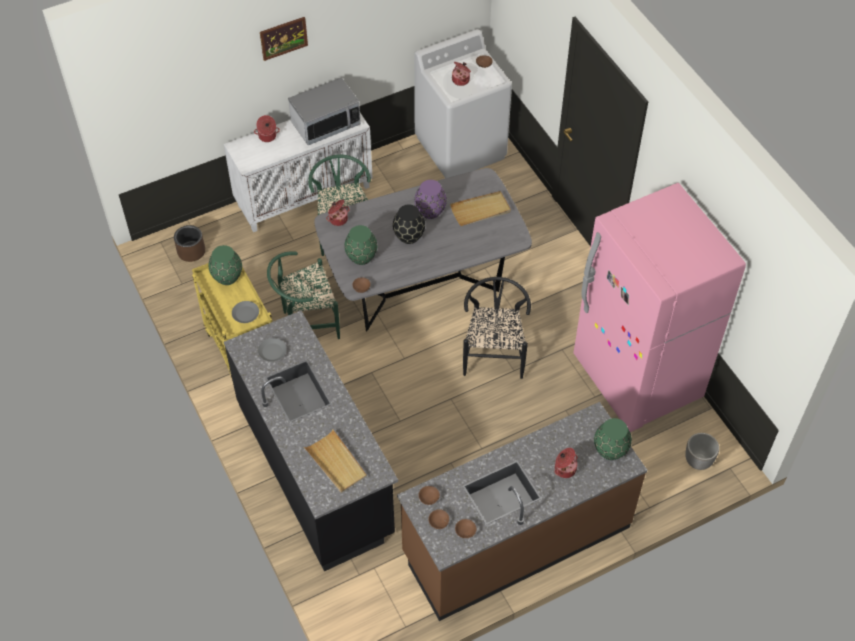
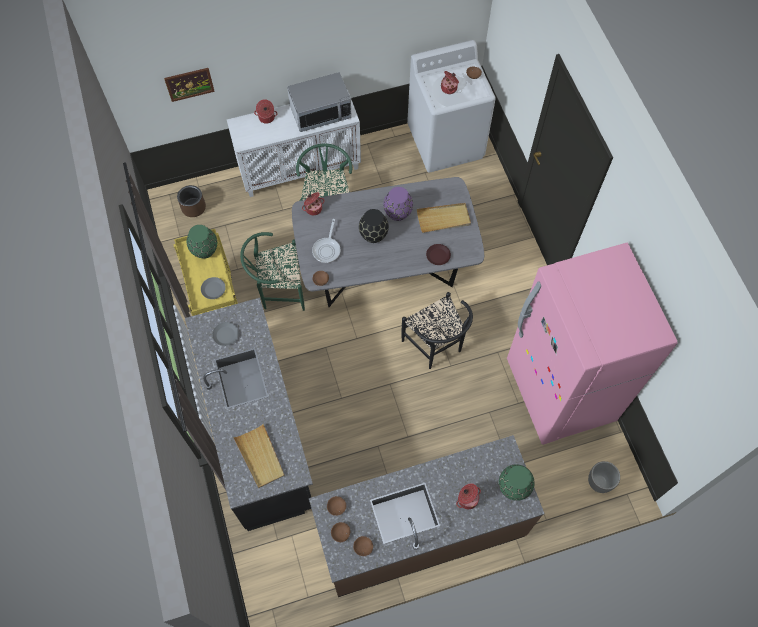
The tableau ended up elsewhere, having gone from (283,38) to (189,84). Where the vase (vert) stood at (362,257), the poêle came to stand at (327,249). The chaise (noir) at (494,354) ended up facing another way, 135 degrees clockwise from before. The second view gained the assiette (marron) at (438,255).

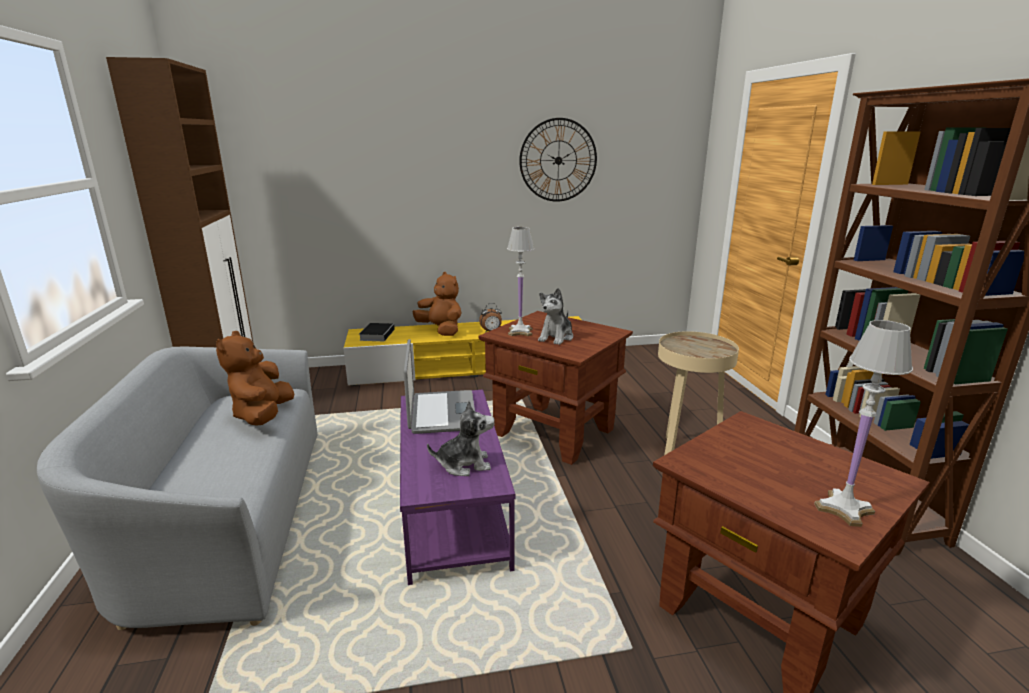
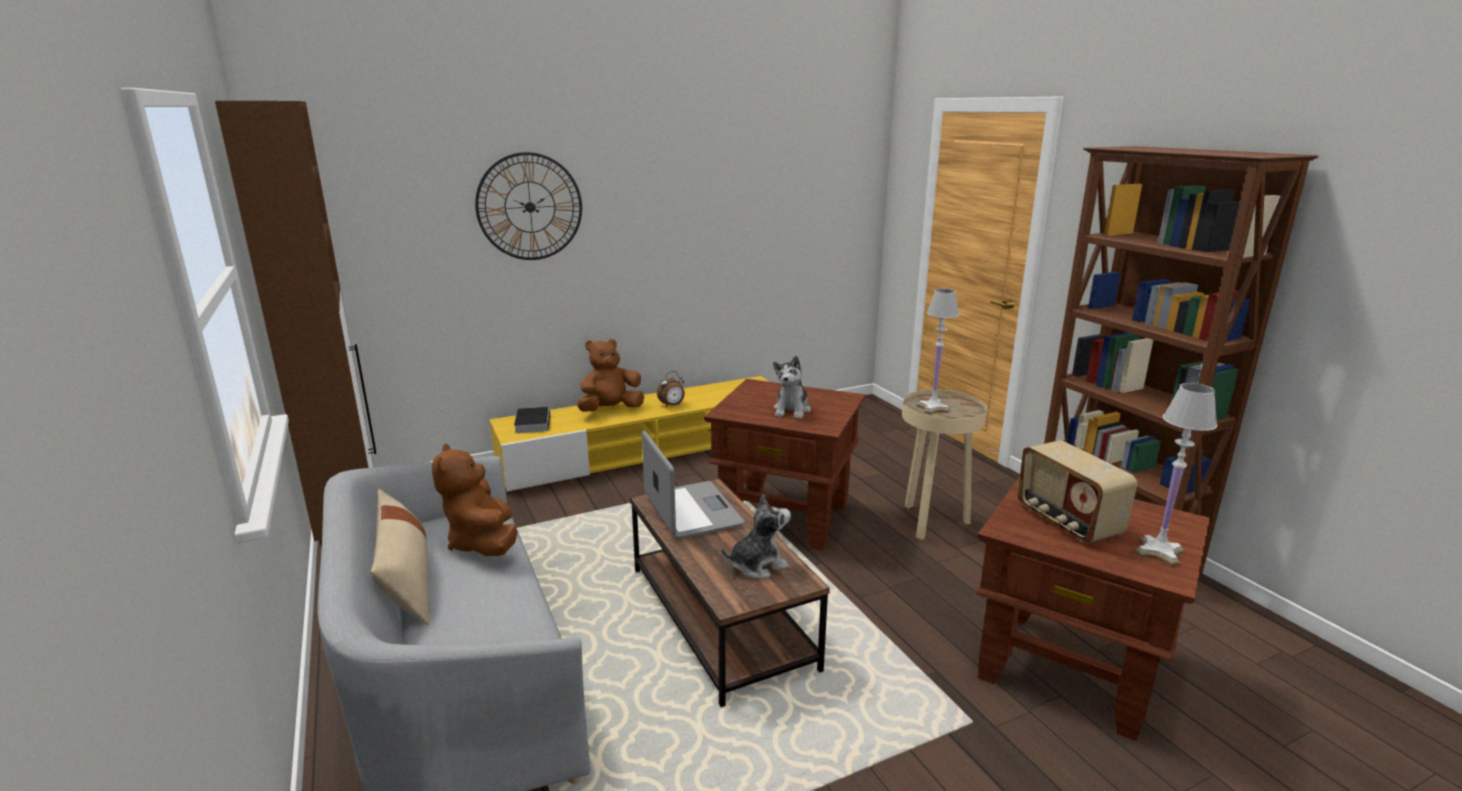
What was the table basse (violet) at (451,507) turned into the table basse (marron) at (718,617). The peluche (marron) at (441,330) ended up facing another way, 60 degrees counterclockwise from before. The lampe de table (blanc) ended up elsewhere, having gone from (519,332) to (932,408). The horloge murale ended up elsewhere, having gone from (558,160) to (530,207). The second view gained the coussin (beige) at (407,581). The second view gained the radio at (1066,522).

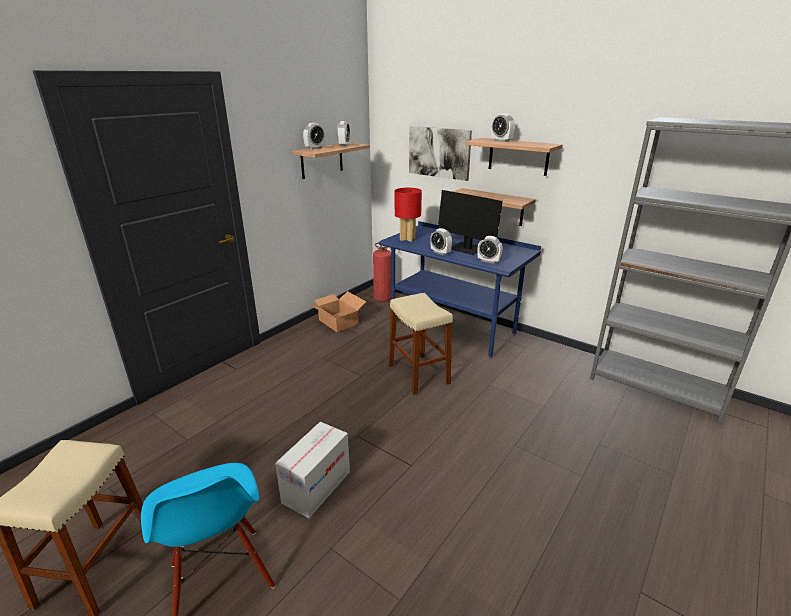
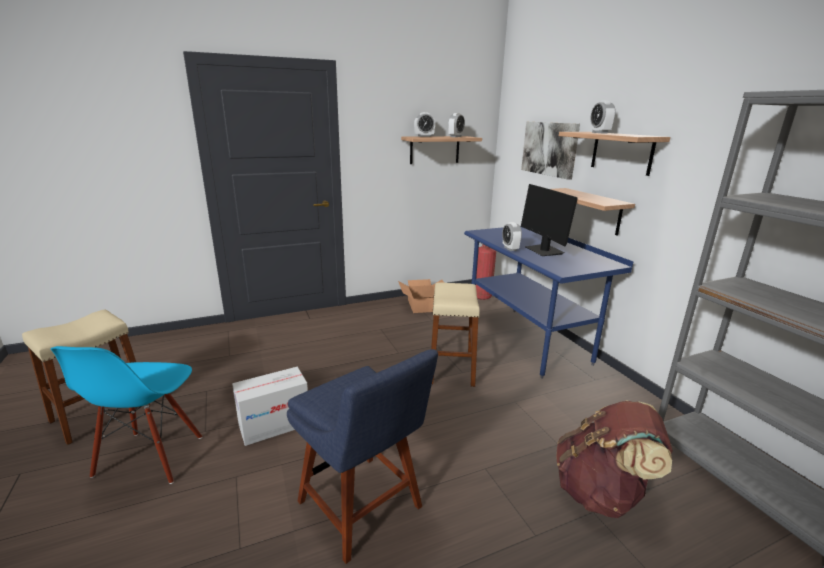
The second view lost the lampe de table (rouge) at (407,239). The second view lost the réveil at (488,261). The second view gained the chaise (bleu) at (363,508). The second view gained the sac à dos (marron) at (601,492).

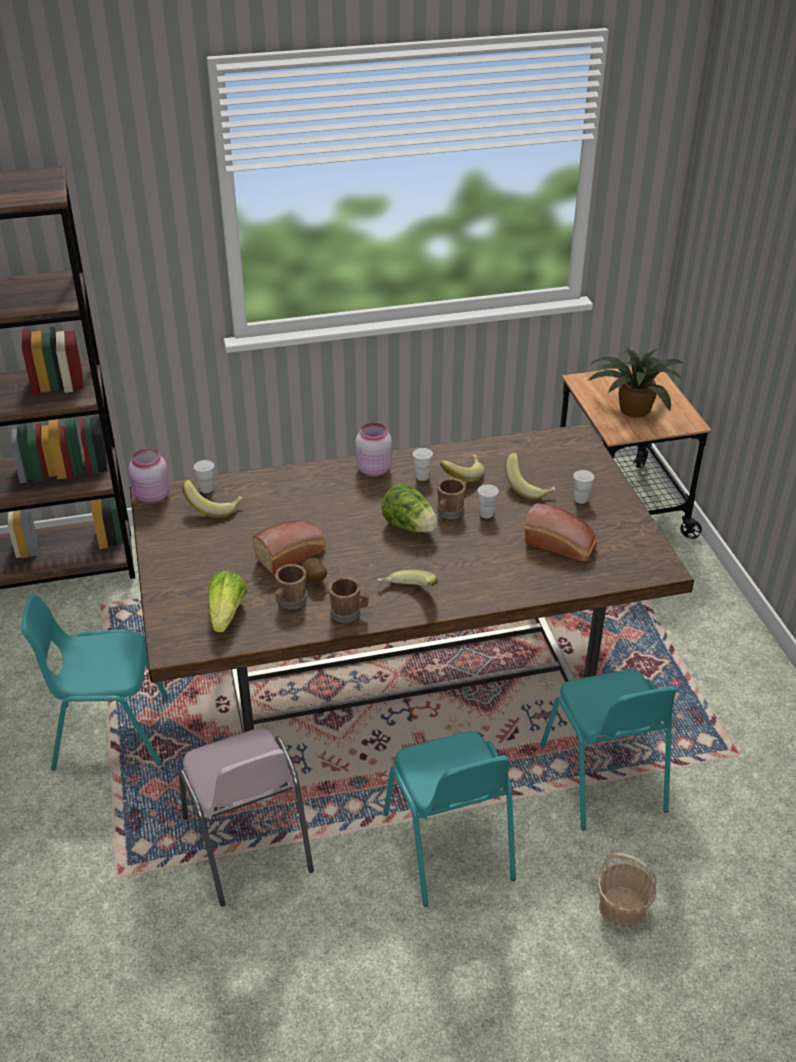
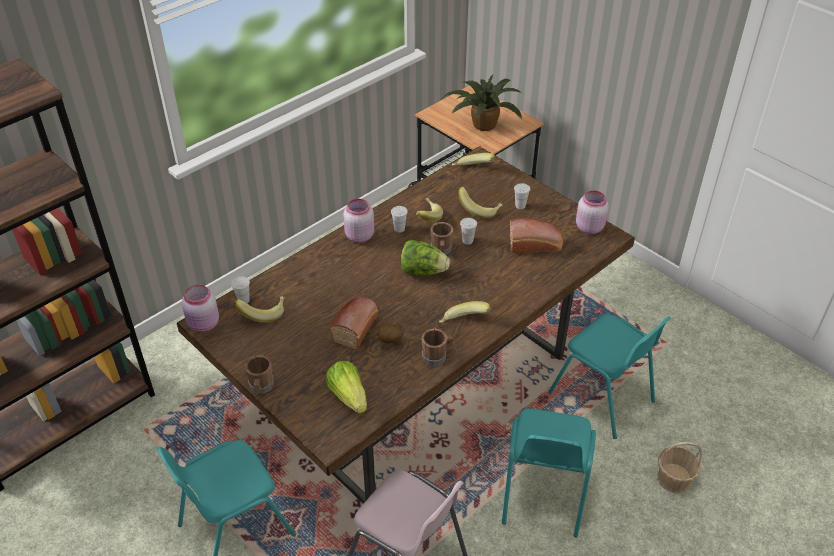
The mug (marron) ended up elsewhere, having gone from (290,602) to (261,386). The chaise (turquoise) at (449,848) ended up facing another way, 60 degrees clockwise from before. The second view gained the banane at (472,170). The second view gained the bocal (rose) at (589,227).

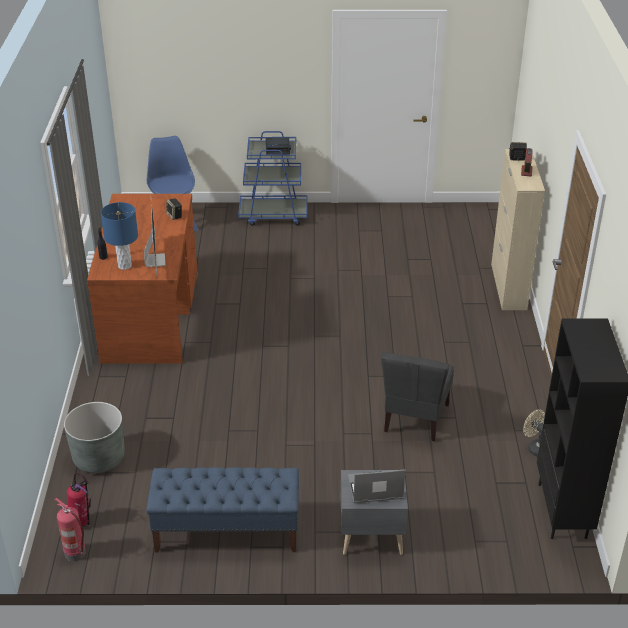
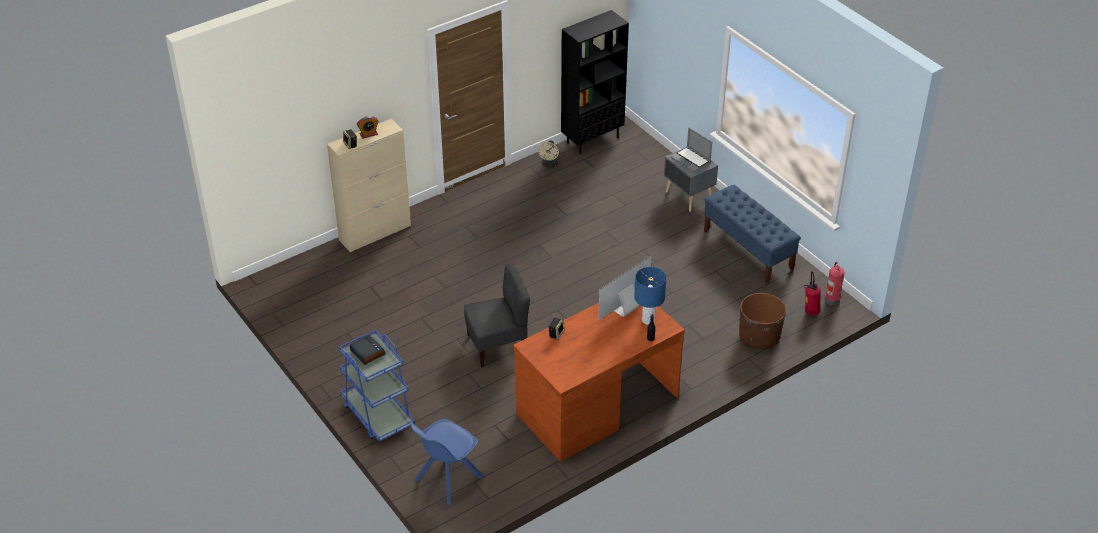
What was the cache-pot (gris) at (99,458) turned into the cache-pot (marron) at (759,337). The chaise (gris) ended up elsewhere, having gone from (415,418) to (497,345).

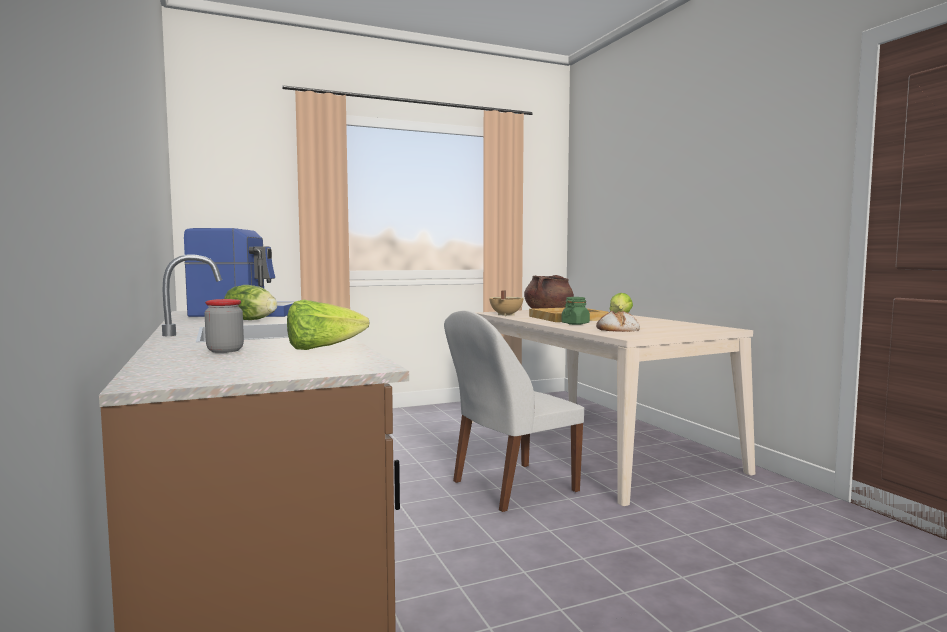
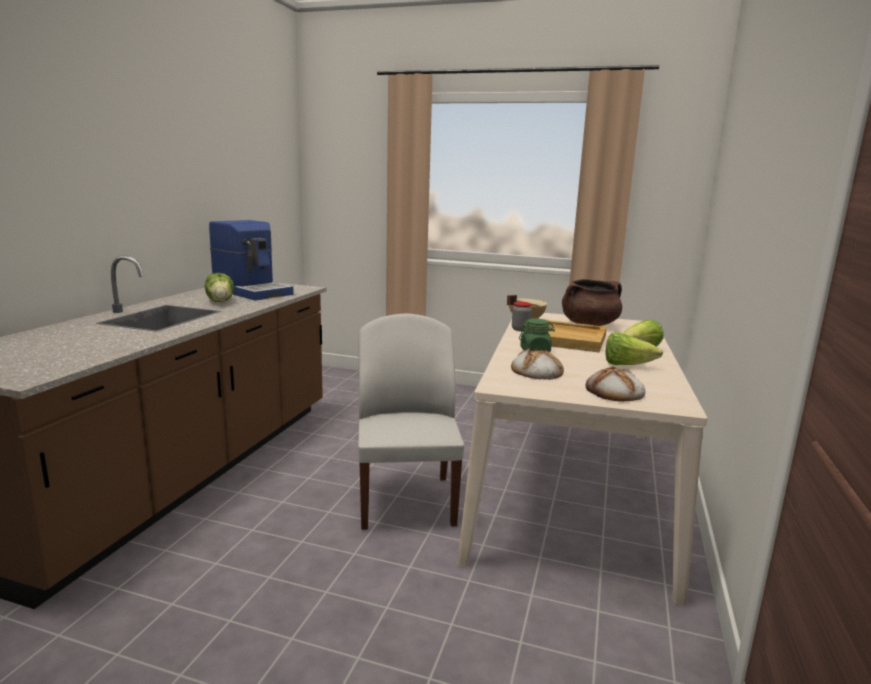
The bocal ended up elsewhere, having gone from (225,350) to (520,329). The laitue ended up elsewhere, having gone from (322,348) to (626,365). The chaise (blanc) at (511,487) ended up facing another way, 75 degrees clockwise from before. The second view gained the pain at (614,392).

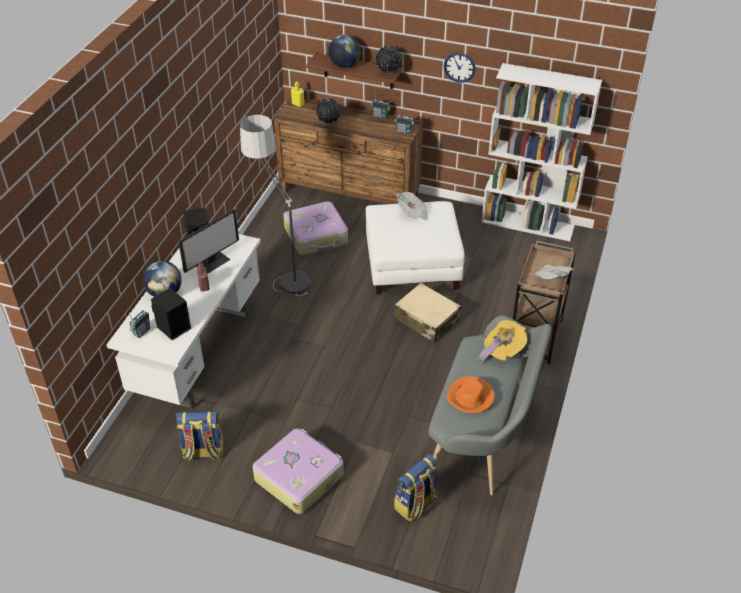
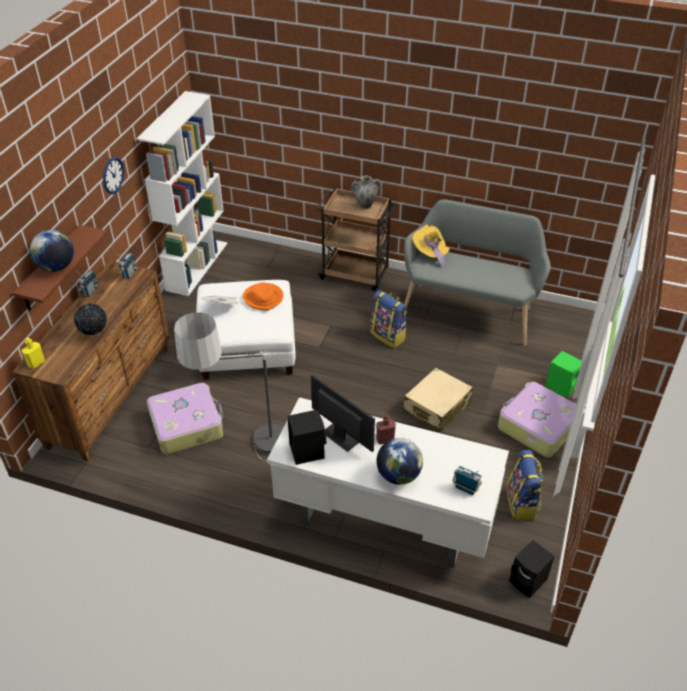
The enceinte (noir) ended up elsewhere, having gone from (172,328) to (528,581). The second view lost the globe at (388,74). The valise (beige) ended up elsewhere, having gone from (426,319) to (436,407). The sac à dos ended up elsewhere, having gone from (416,504) to (388,336). The chapeau (orange) ended up elsewhere, having gone from (470,397) to (263,298). Where the journal stood at (551,279), the vase came to stand at (365,206). The second view gained the enceinte (vert) at (561,386).

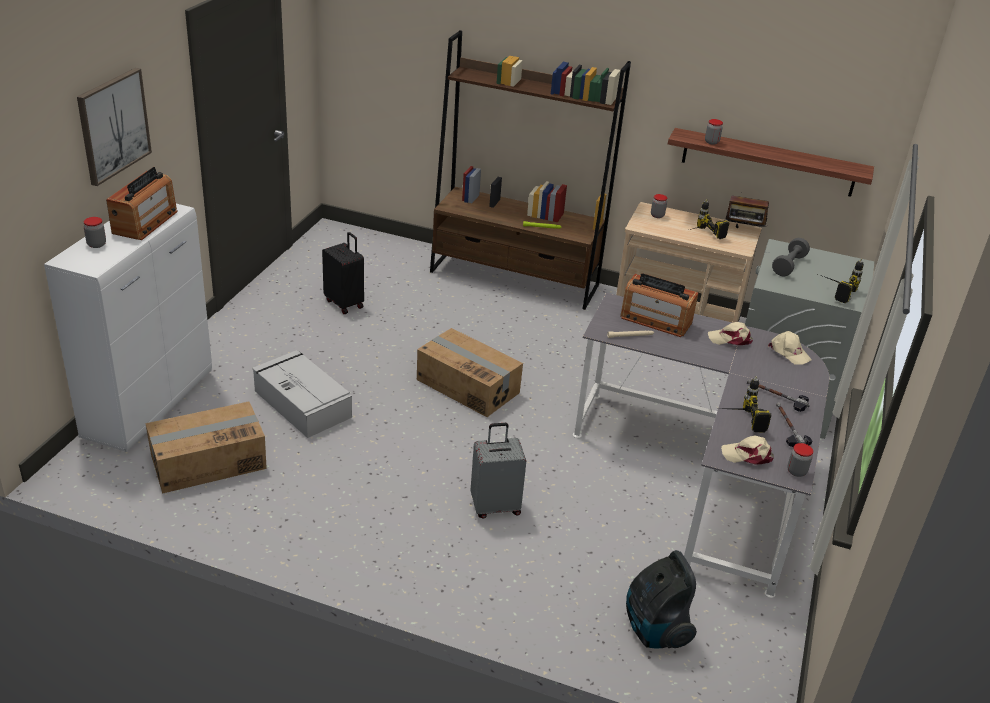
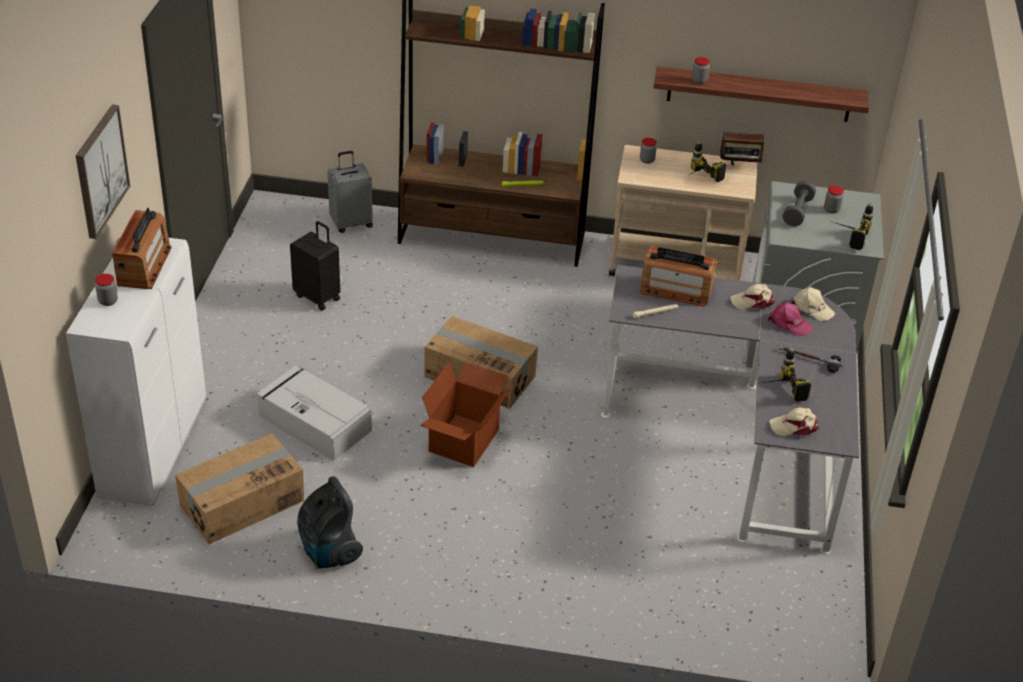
The valise (gris) ended up elsewhere, having gone from (495,506) to (351,223). The aspirateur ended up elsewhere, having gone from (654,630) to (328,552). The second view lost the marteau at (788,427). The bocal ended up elsewhere, having gone from (796,471) to (831,209). The second view gained the carton at (465,441). The second view gained the casquette (rose) at (789,323).

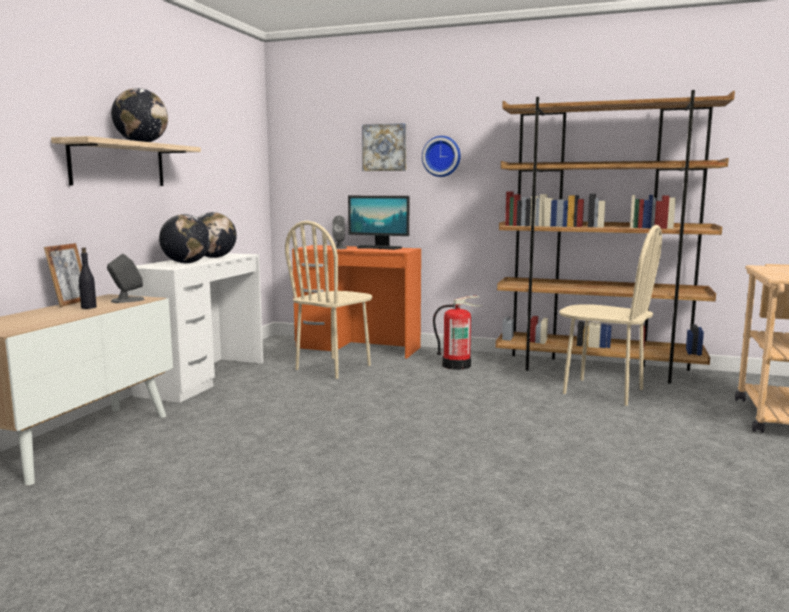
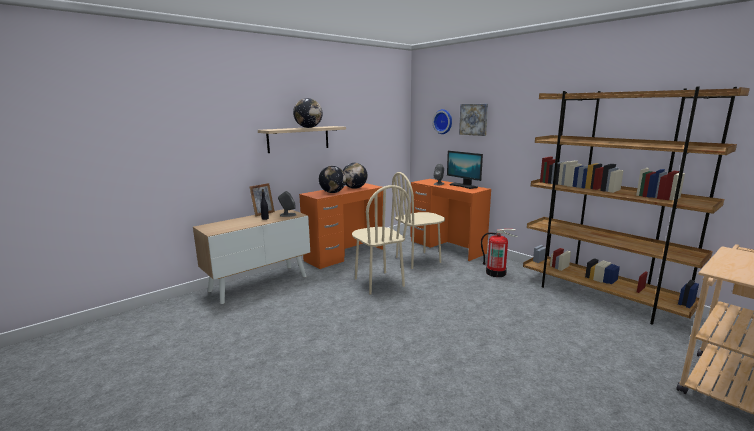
What was the bureau (blanc) at (203,378) turned into the bureau (orange) at (344,254). The horloge murale ended up elsewhere, having gone from (441,156) to (443,121). The chaise (beige) ended up elsewhere, having gone from (603,391) to (378,282).

